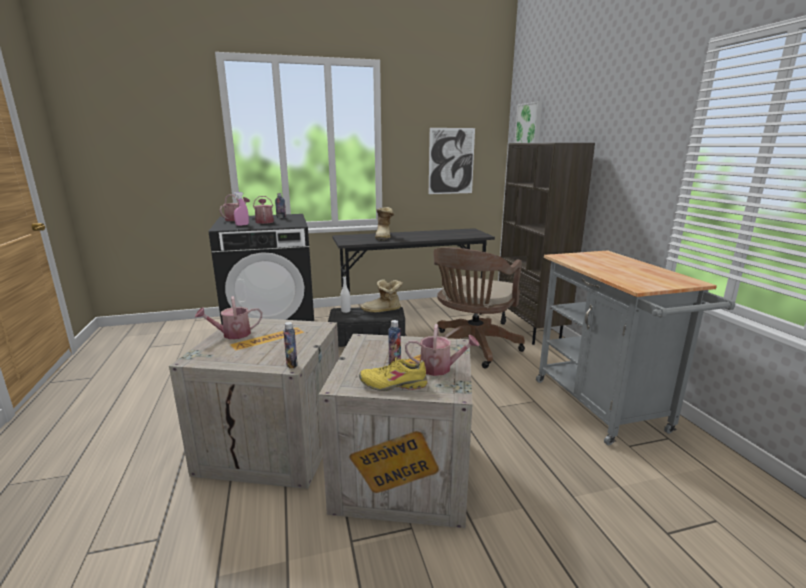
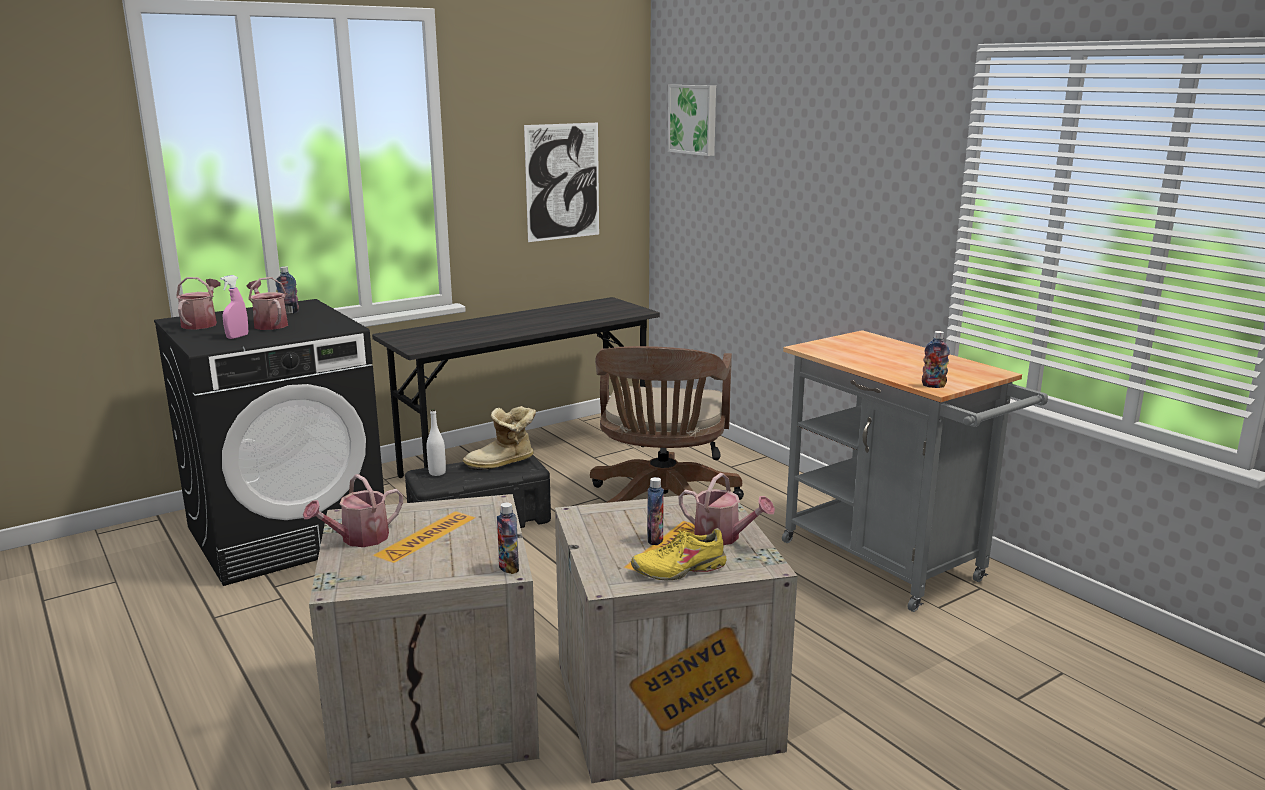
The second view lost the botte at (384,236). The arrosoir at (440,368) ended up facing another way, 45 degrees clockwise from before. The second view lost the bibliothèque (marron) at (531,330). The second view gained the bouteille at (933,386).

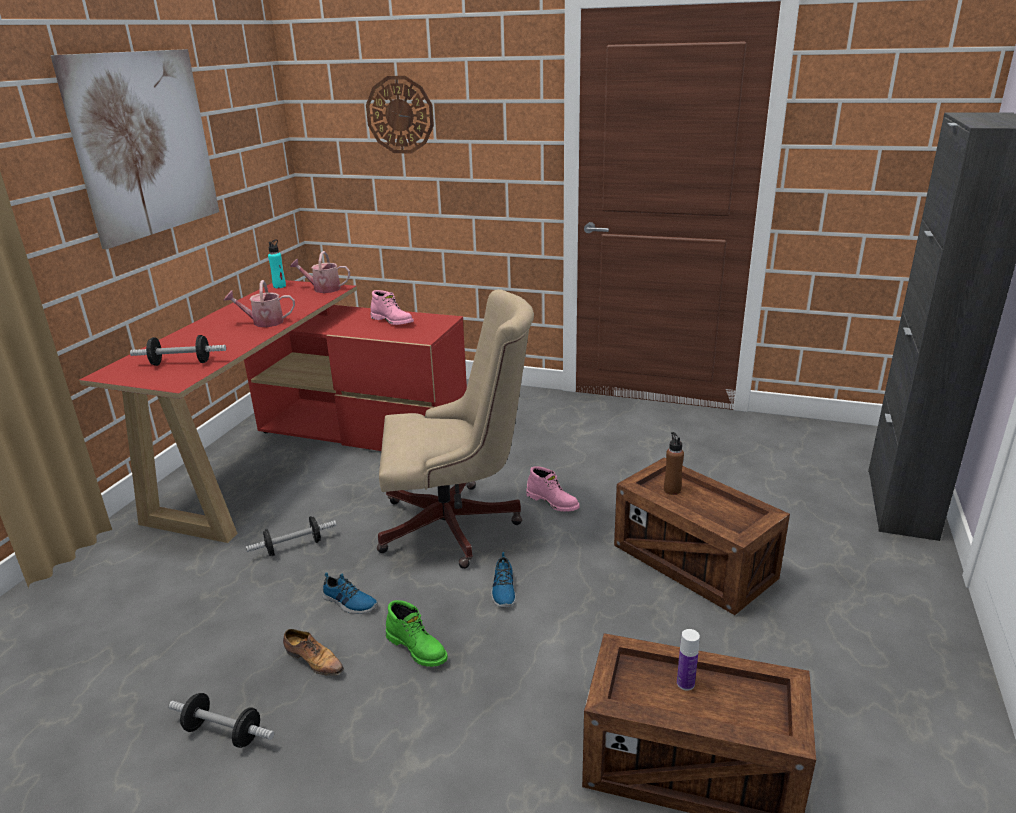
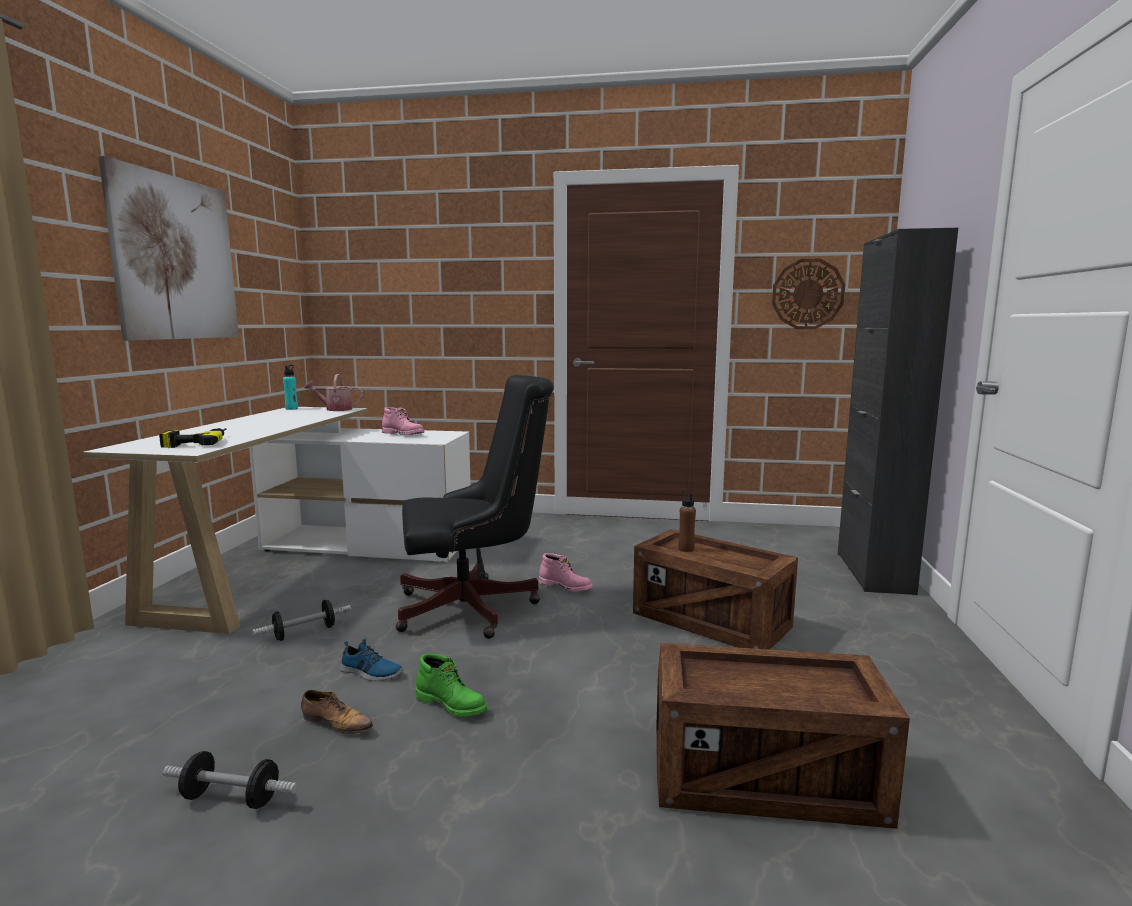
What was the bureau (rouge) at (307,455) turned into the bureau (blanc) at (312,565). Where the haltère stood at (181,363), the perceuse came to stand at (197,442). The second view lost the arrosoir at (263,322). The horloge murale ended up elsewhere, having gone from (400,115) to (807,294). What was the chaise de bureau (beige) at (457,526) turned into the chaise de bureau (noir) at (475,608). The second view lost the chaussure at (503,590). The second view lost the bouteille at (685,683).

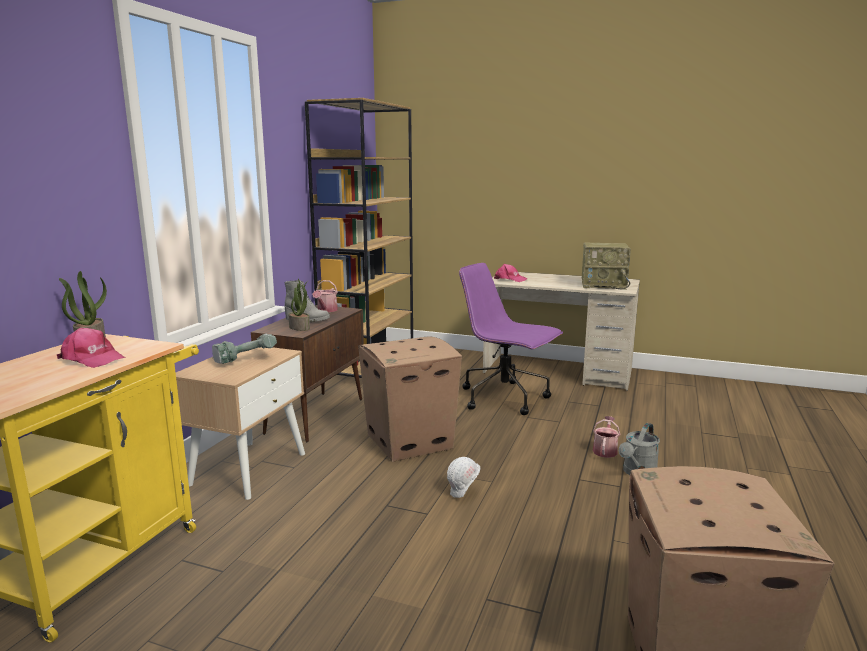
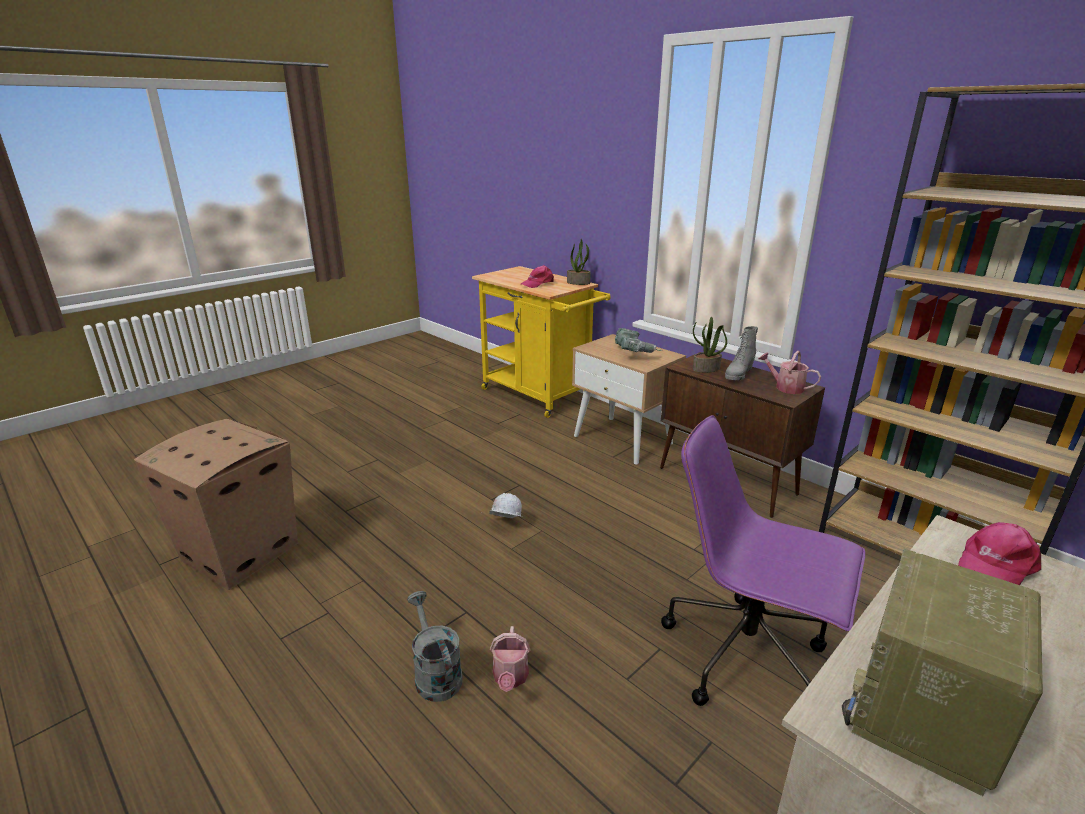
The second view lost the carton at (410,441). The chaise de bureau (violet) at (505,398) ended up facing another way, 120 degrees counterclockwise from before. The arrosoir at (605,450) ended up facing another way, 45 degrees clockwise from before.

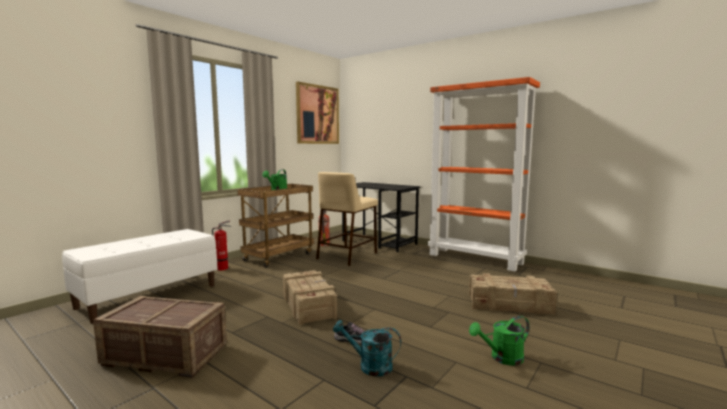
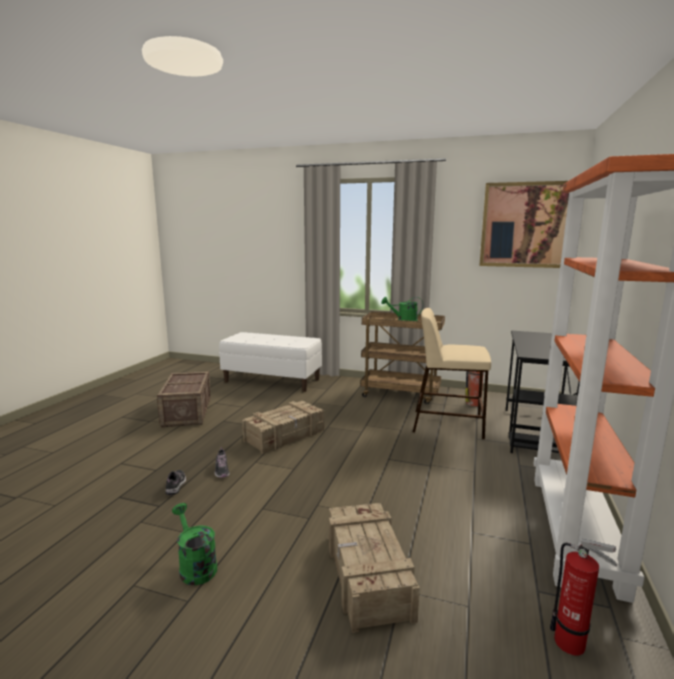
The extincteur ended up elsewhere, having gone from (224,268) to (573,645). Where the arrosoir (turquoise) stood at (369,366), the chaussure came to stand at (176,485).

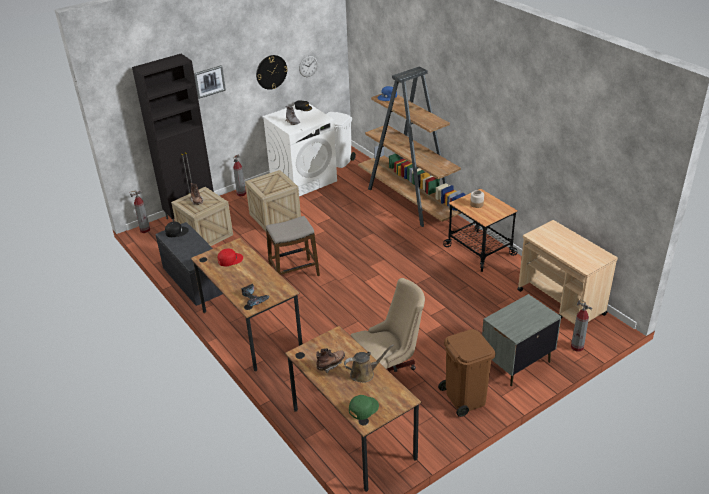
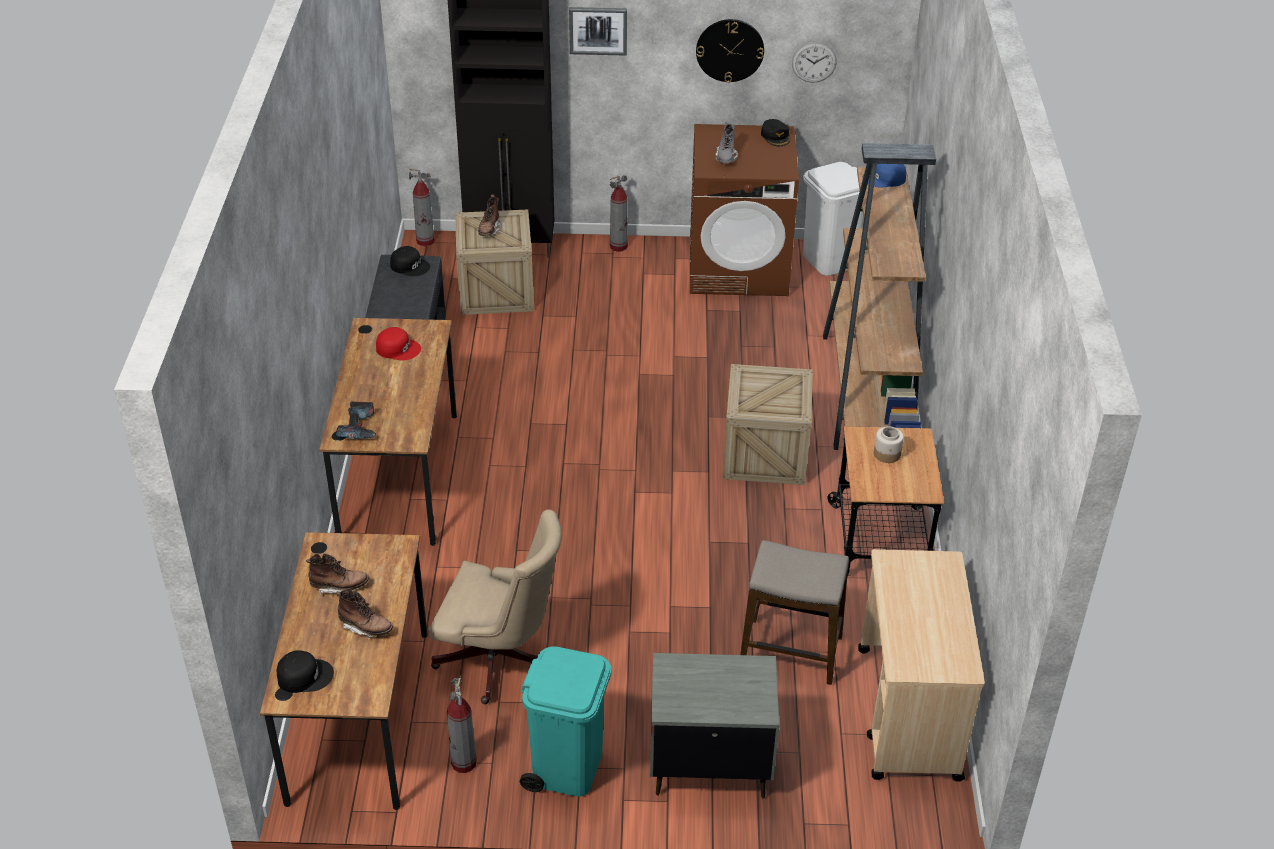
The caisse ended up elsewhere, having gone from (275,216) to (765,454). What was the lave-linge (blanc) at (303,179) turned into the lave-linge (marron) at (739,267). The tabouret ended up elsewhere, having gone from (294,273) to (791,652). Where the arrosoir (marron) stood at (364,373), the botte (marron) came to stand at (366,627). What was the casquette (vert) at (363,408) turned into the casquette (noir) at (304,675). What was the poubelle (marron) at (464,397) turned into the poubelle (turquoise) at (567,766). The extincteur ended up elsewhere, having gone from (577,347) to (464,763).

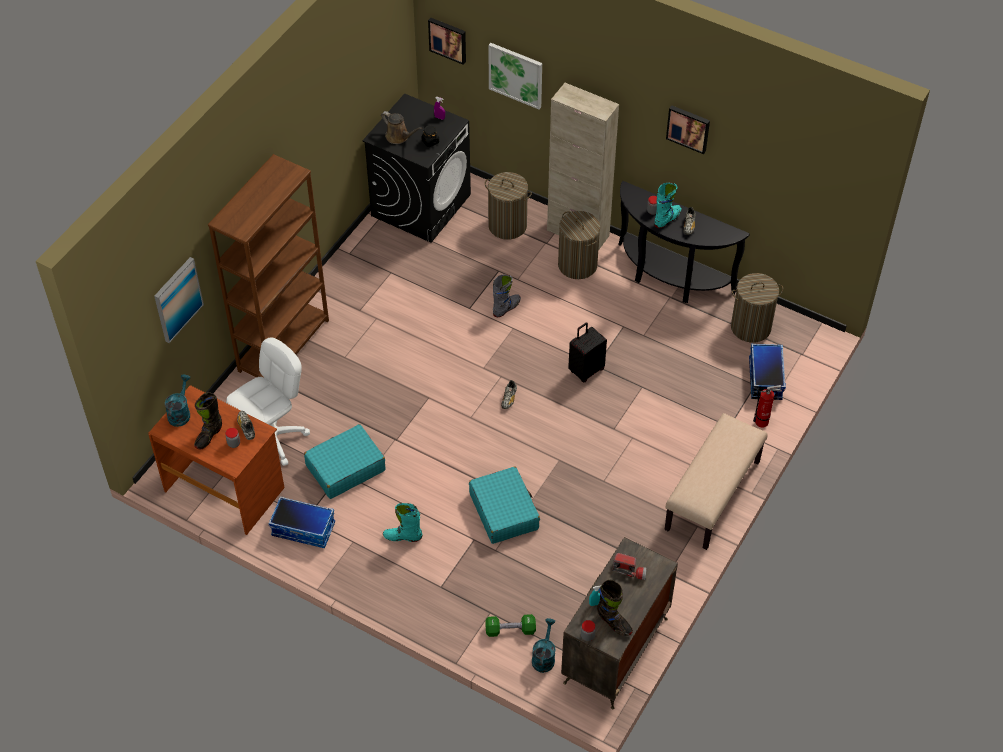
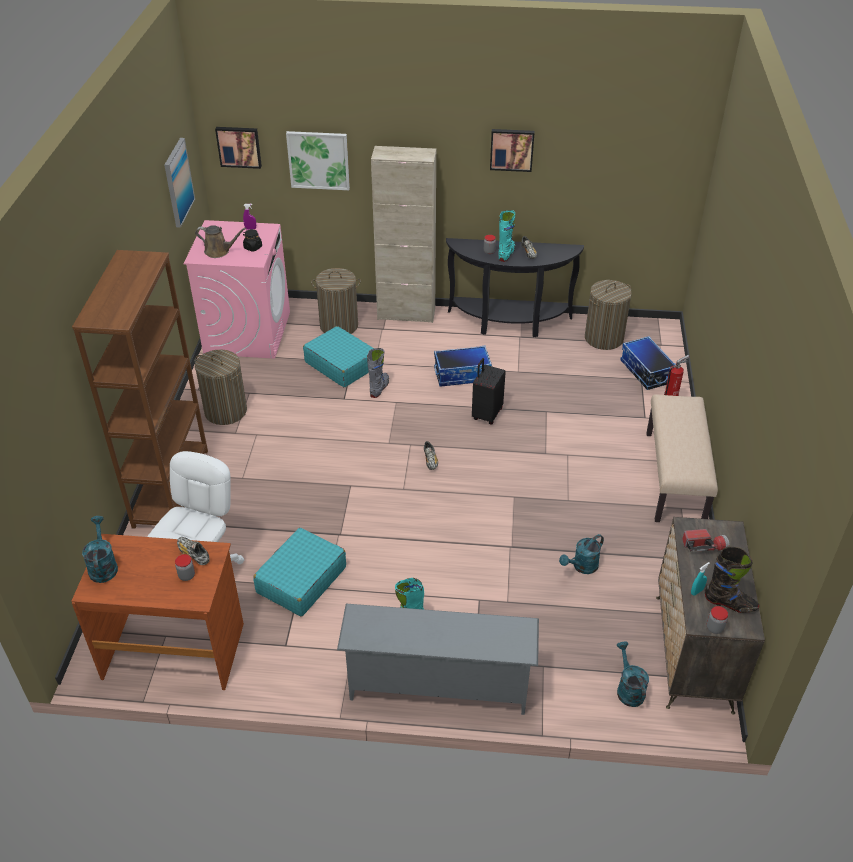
The tableau ended up elsewhere, having gone from (177,299) to (178,182). The second view lost the botte (noir) at (208,436). The boîte de rangement ended up elsewhere, having gone from (304,529) to (462,375). What was the lave-linge (noir) at (421,205) turned into the lave-linge (rose) at (247,332). The valise (turquoise) ended up elsewhere, having gone from (504,511) to (341,364). The second view lost the haltère (vert) at (510,630). The panier à linge ended up elsewhere, having gone from (577,265) to (225,411). The second view gained the étagère à chaussures (gris) at (437,686). The second view gained the arrosoir (turquoise) at (582,567).

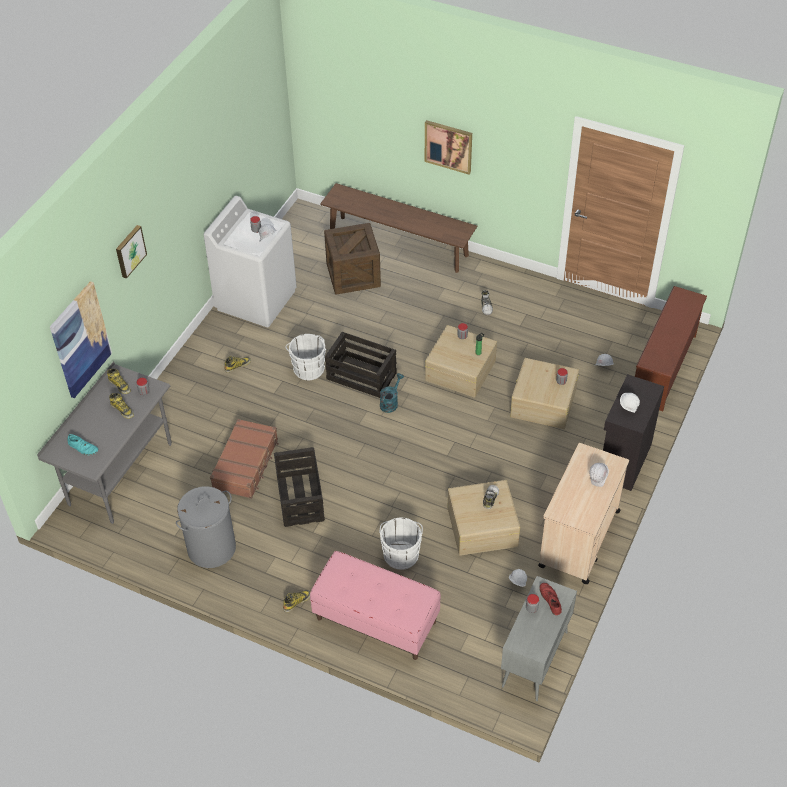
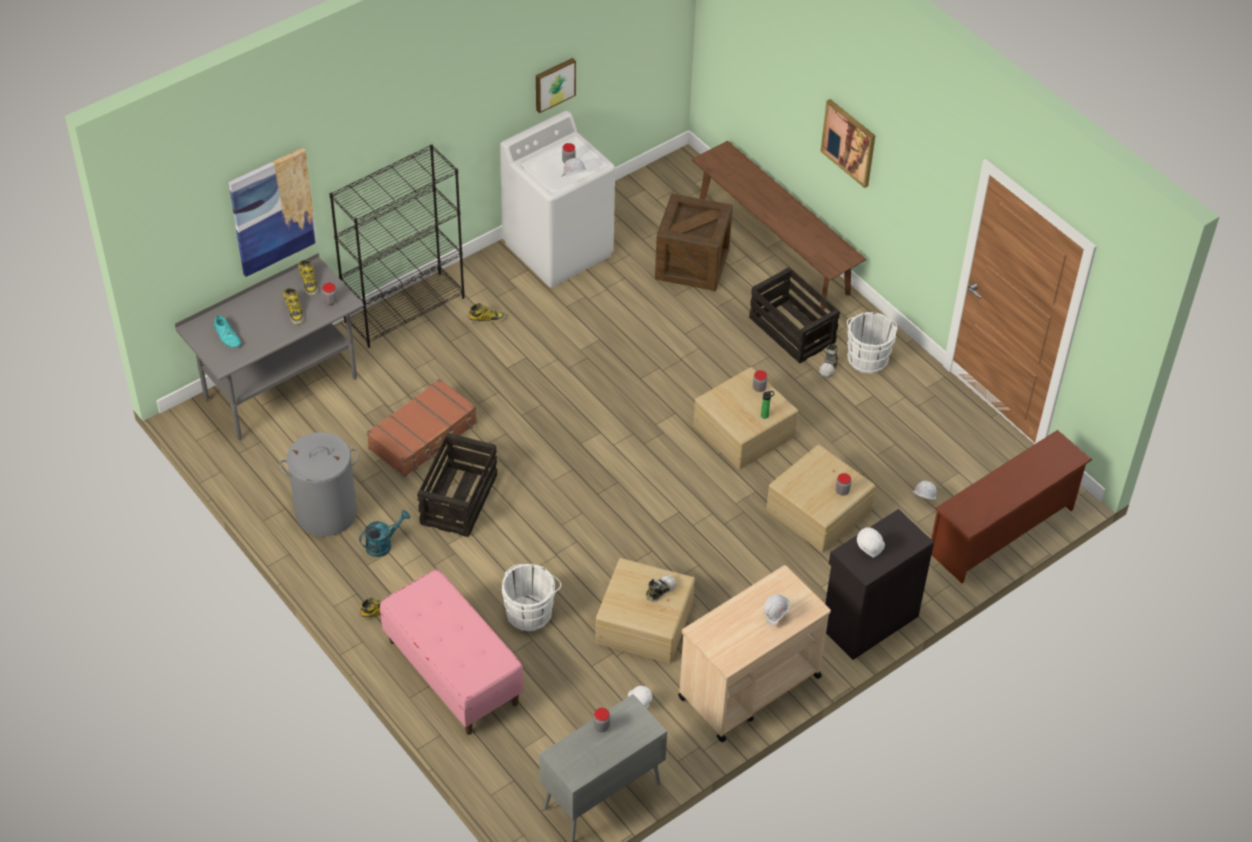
The tableau ended up elsewhere, having gone from (129,251) to (554,84). The seau (blanc) ended up elsewhere, having gone from (308,367) to (867,357). The caisse ended up elsewhere, having gone from (362,376) to (793,331). The arrosoir (turquoise) ended up elsewhere, having gone from (390,402) to (383,544). The second view lost the chaussure (rouge) at (550,600). The second view gained the bibliothèque (noir) at (405,309).

